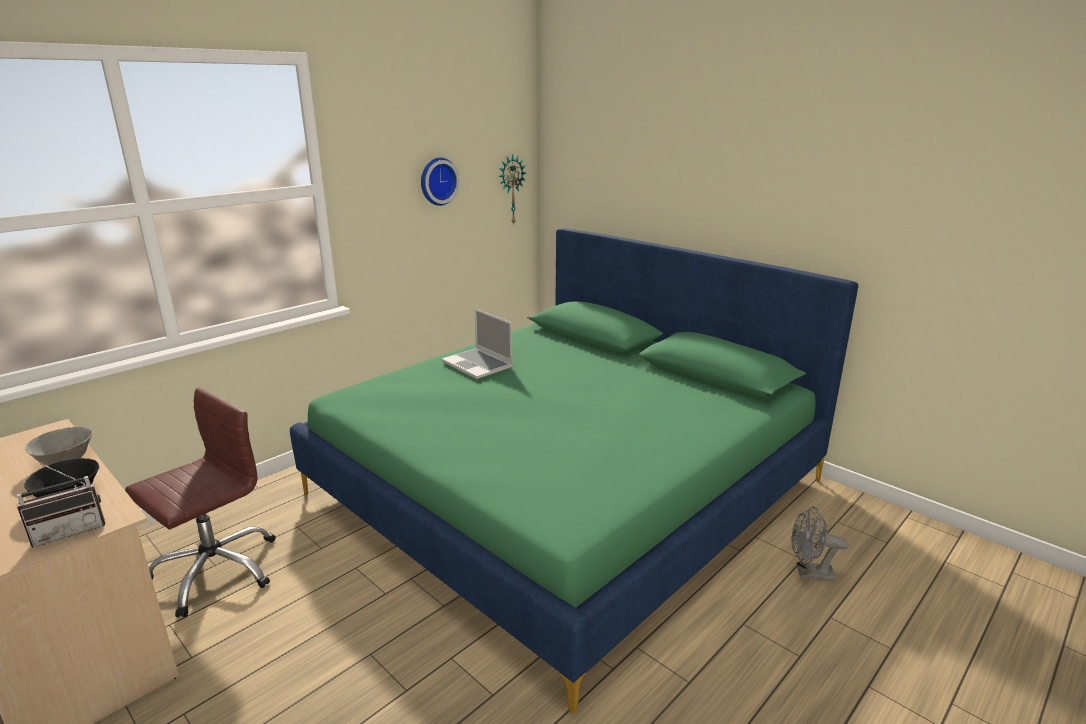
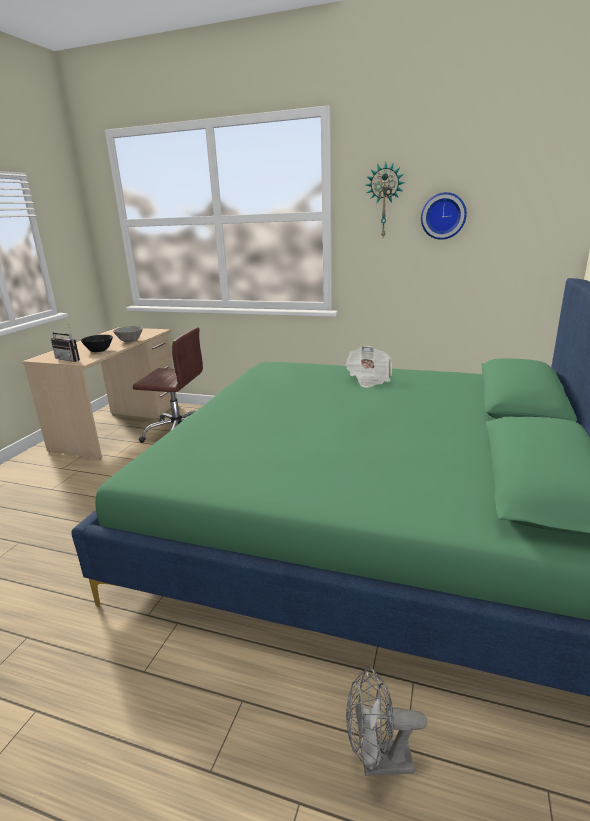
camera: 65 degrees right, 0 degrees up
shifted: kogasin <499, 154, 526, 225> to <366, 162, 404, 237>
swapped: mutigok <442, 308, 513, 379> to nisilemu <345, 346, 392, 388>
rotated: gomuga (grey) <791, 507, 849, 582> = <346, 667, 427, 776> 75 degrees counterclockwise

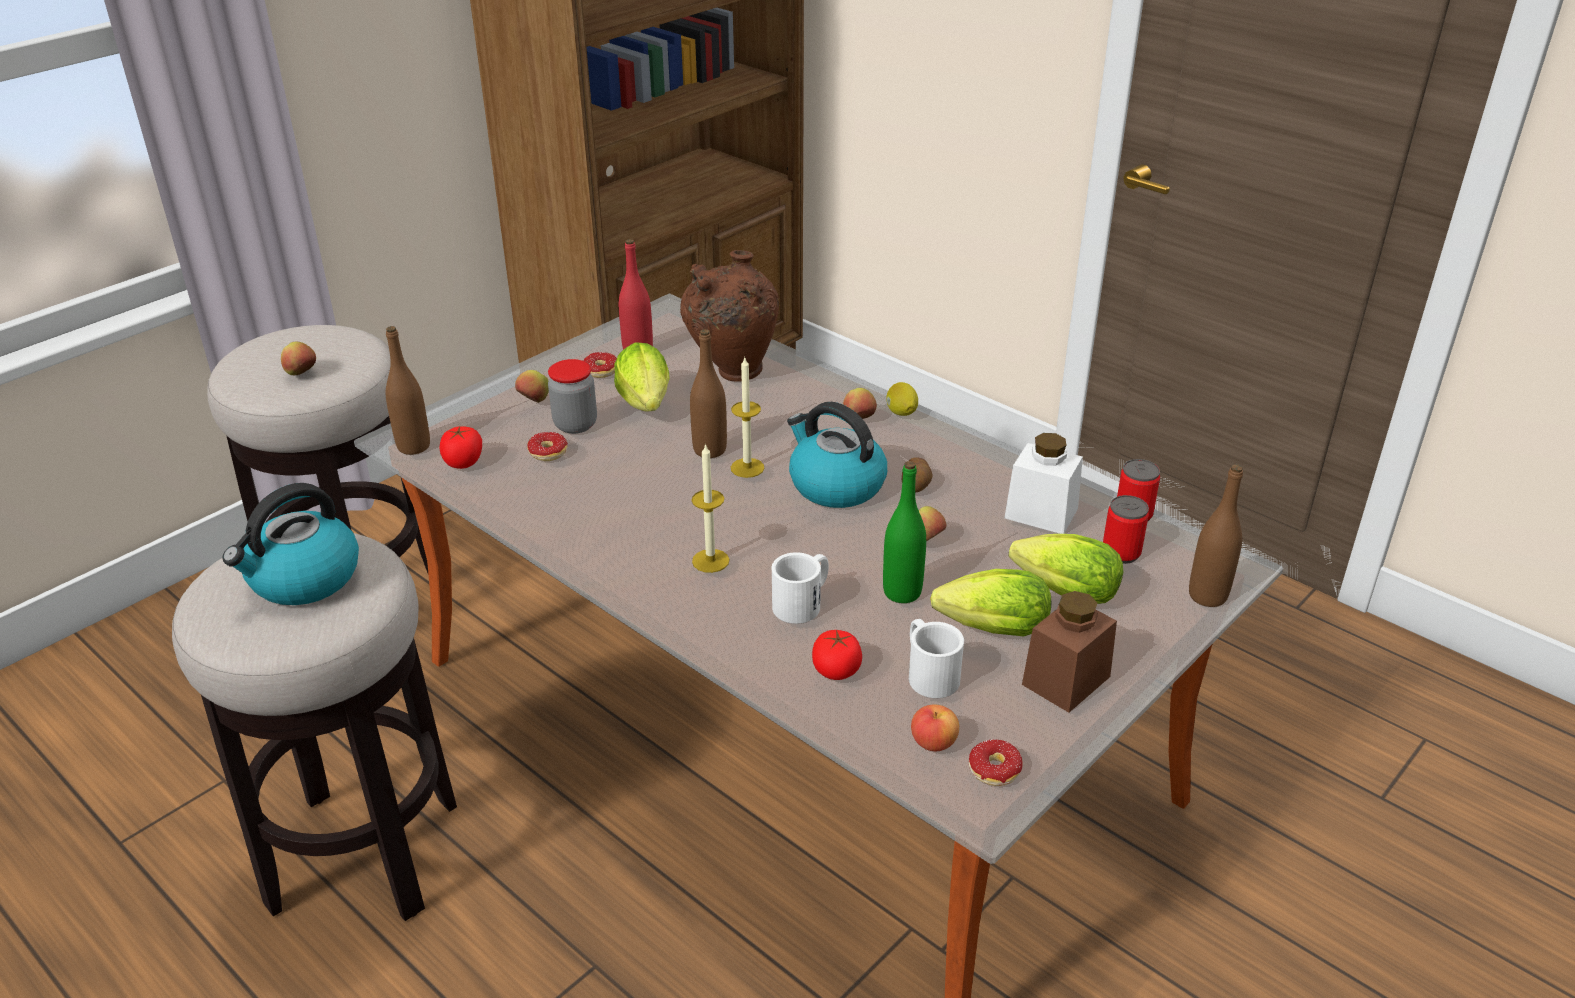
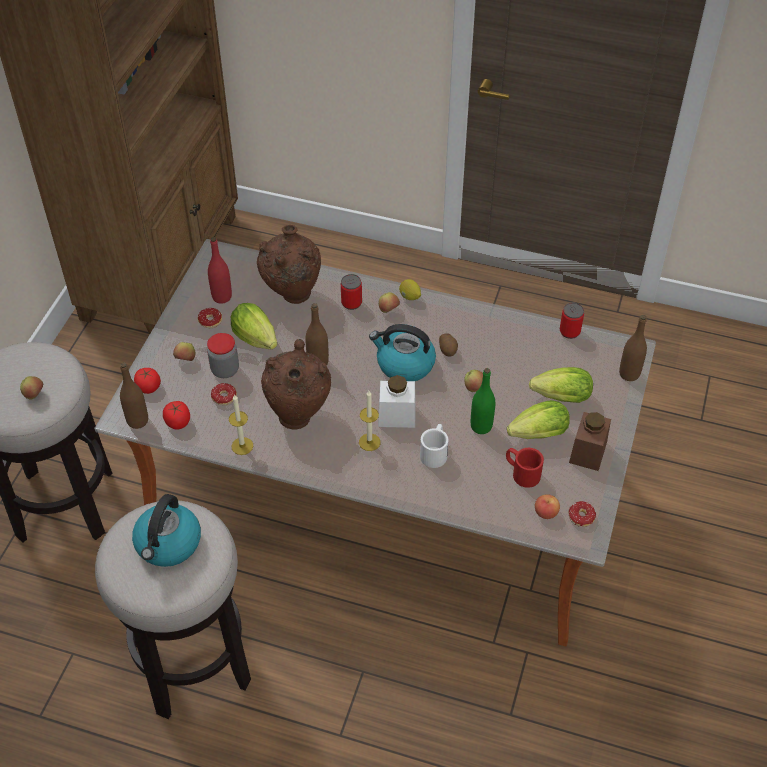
camera: 25 degrees left, 15 degrees up
new: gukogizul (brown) <261, 339, 331, 430>
shifted: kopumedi <812, 630, 862, 680> to <134, 368, 161, 394>; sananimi <731, 358, 764, 478> to <229, 394, 253, 455>; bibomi <1103, 495, 1149, 564> to <341, 274, 362, 310>; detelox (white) <1004, 433, 1083, 534> to <378, 375, 416, 428>
repainted: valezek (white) <909, 619, 964, 698> to valezek (red) <506, 448, 544, 488>

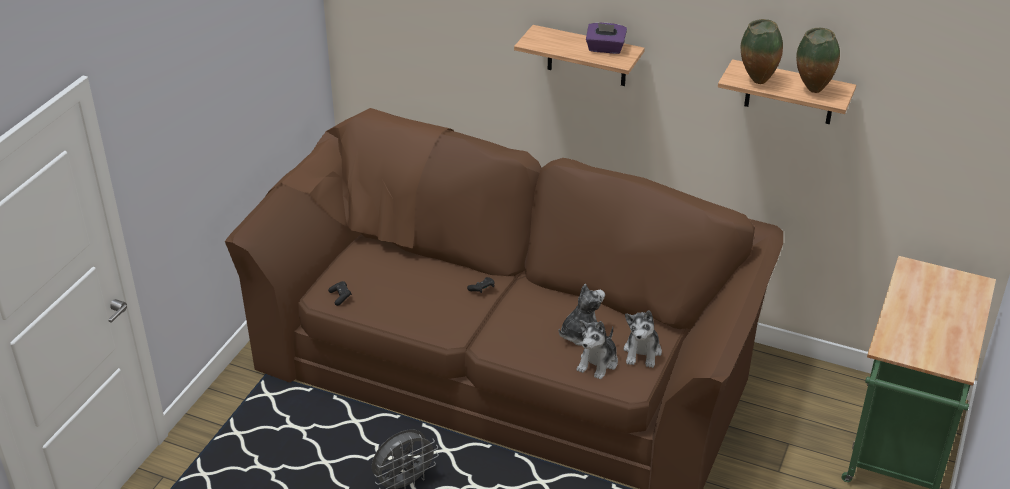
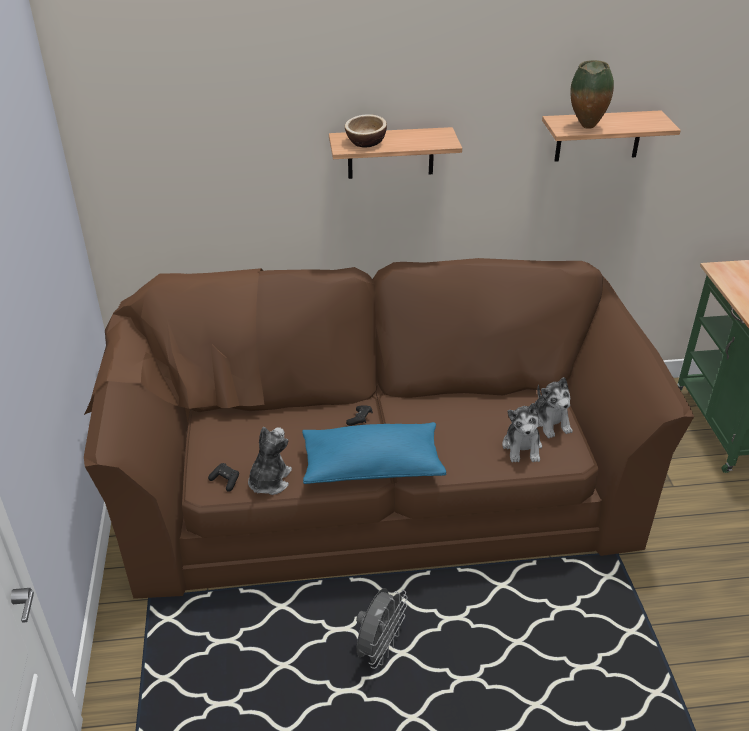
camera: 30 degrees left, 0 degrees up
gone: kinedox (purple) <586, 23, 627, 54>; gukogizul <796, 28, 840, 93>
new: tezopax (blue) <302, 422, 446, 484>; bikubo <345, 114, 387, 148>
shifted: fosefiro <559, 284, 605, 346> to <248, 427, 292, 495>

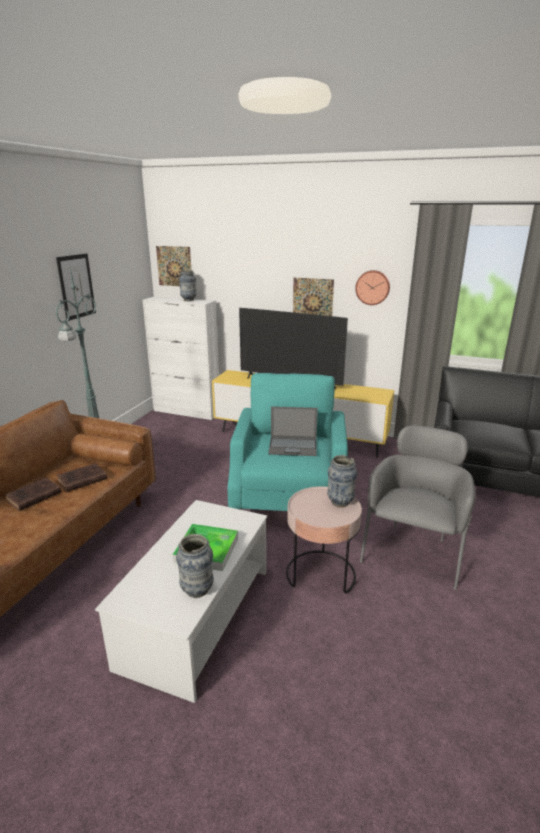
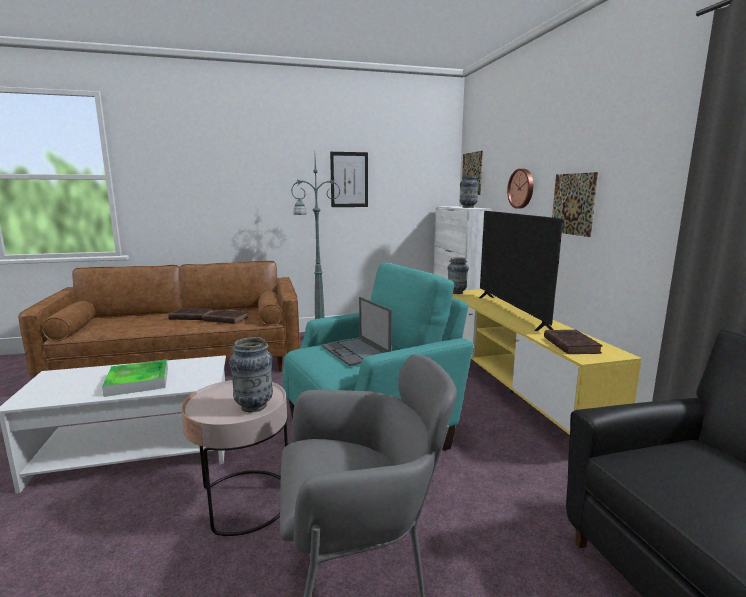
camera: 55 degrees right, 10 degrees down
new: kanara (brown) <544, 330, 603, 354>
shifted: gukogizul <176, 534, 214, 598> to <447, 257, 469, 294>; kogasin <355, 270, 390, 305> to <507, 169, 533, 209>

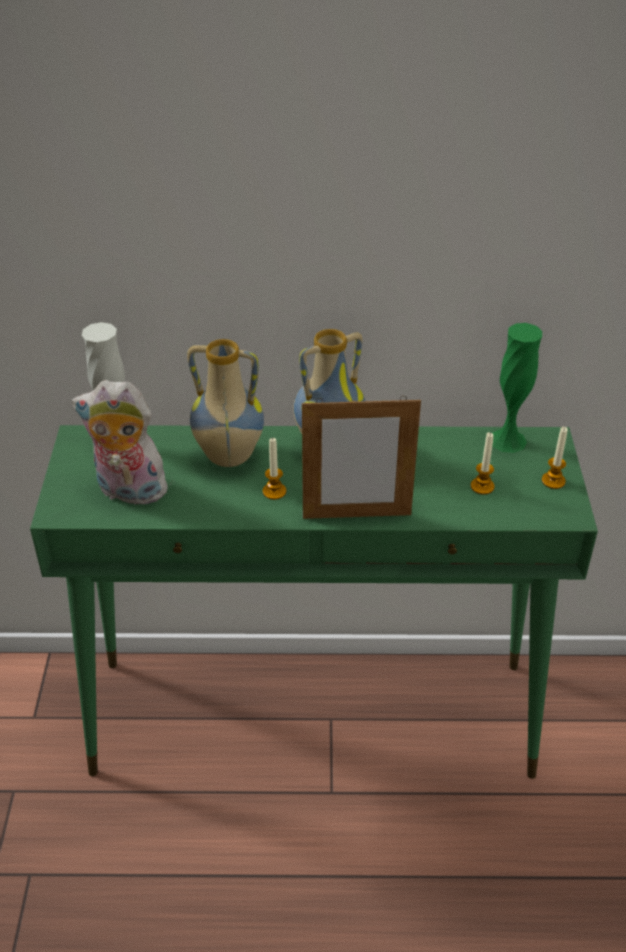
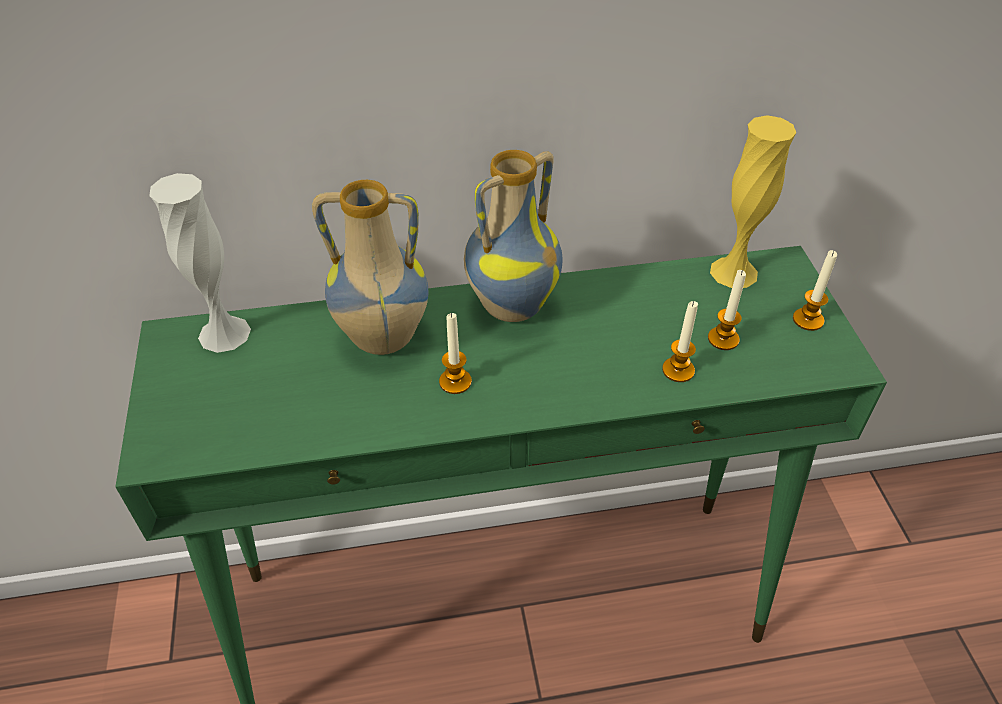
camera: 10 degrees left, 5 degrees up
gone: fosefiro <72, 380, 168, 505>; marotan <302, 396, 421, 519>
new: sananimi <662, 301, 698, 382>
repainted: gukogizul (green) <492, 323, 542, 453> to gukogizul (yellow) <710, 115, 796, 288>

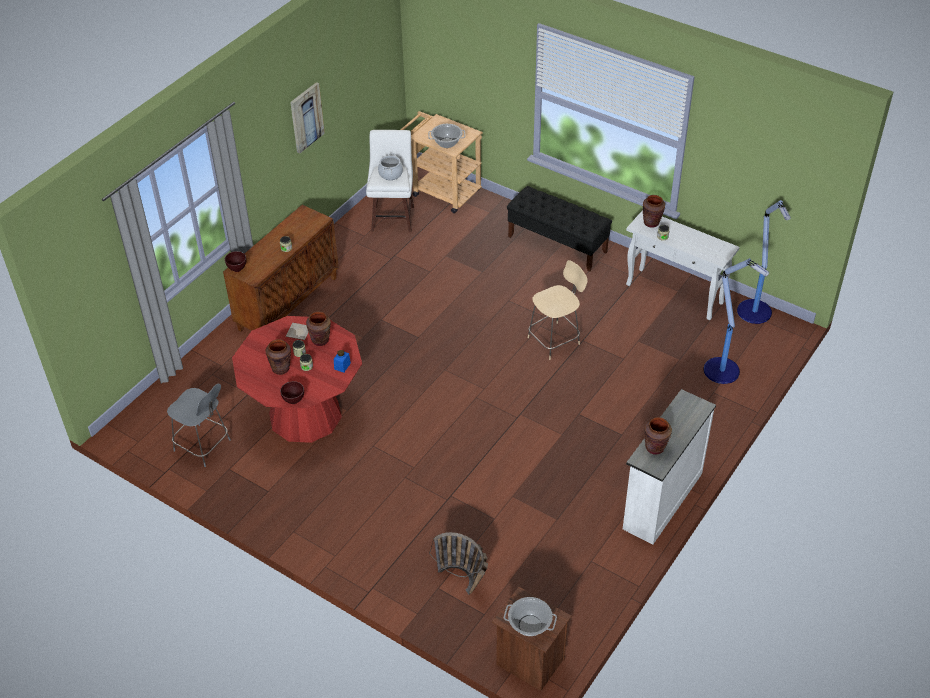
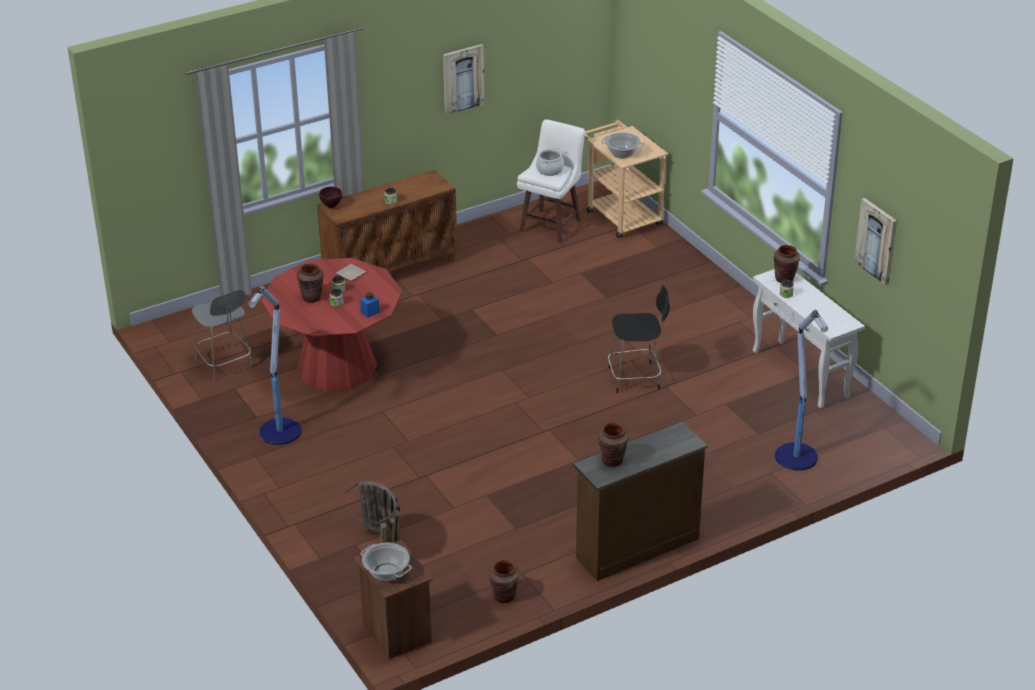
camera: 25 degrees right, 10 degrees down
gone: bikubo (brown) <280, 381, 304, 404>; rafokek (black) <507, 186, 612, 272>
new: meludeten <854, 198, 897, 285>
shifted: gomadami <737, 200, 791, 324> to <248, 286, 301, 445>; gukogizul (brown) <306, 311, 331, 346> to <489, 560, 519, 603>
repainted: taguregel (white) <623, 389, 716, 545> to taguregel (brown) <573, 422, 708, 581>; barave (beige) <528, 260, 588, 360> to barave (black) <608, 285, 670, 393>

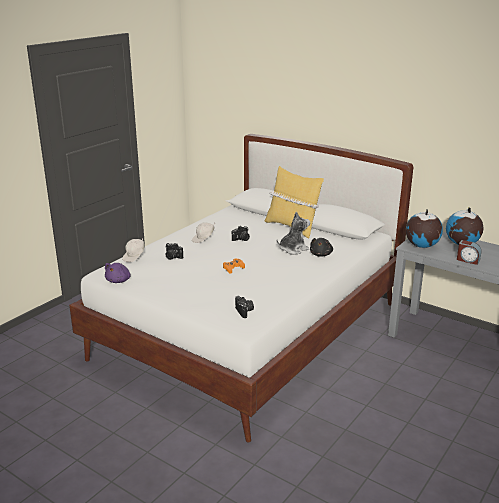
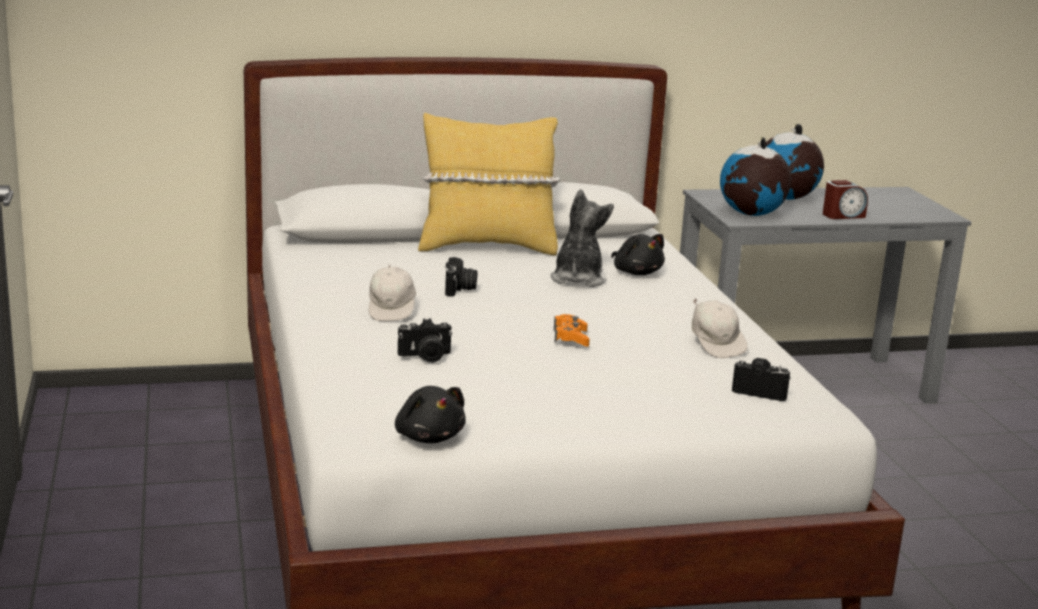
camera: 50 degrees left, 5 degrees down
shifted: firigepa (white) <122, 238, 145, 262> to <692, 298, 748, 358>
repainted: fosefiro (purple) <105, 263, 131, 283> to fosefiro (black) <395, 386, 466, 443>

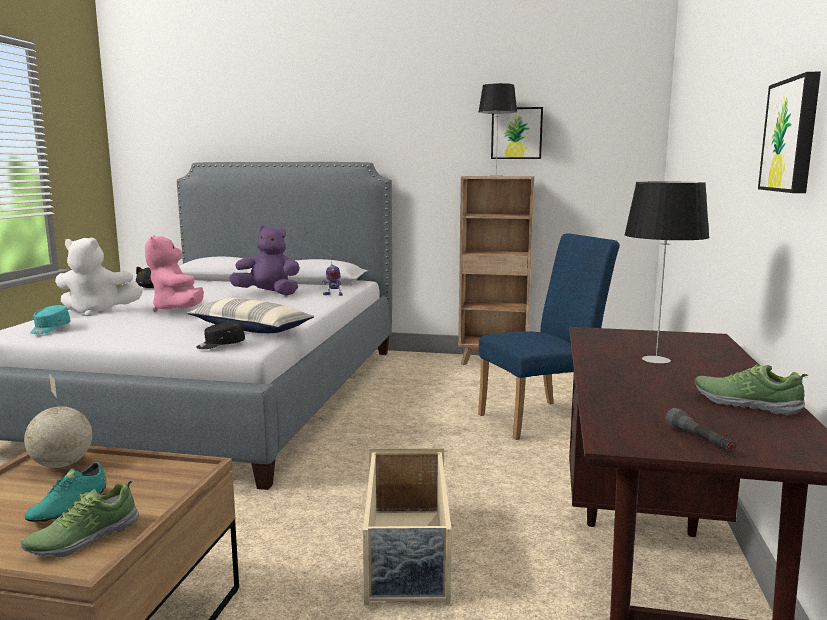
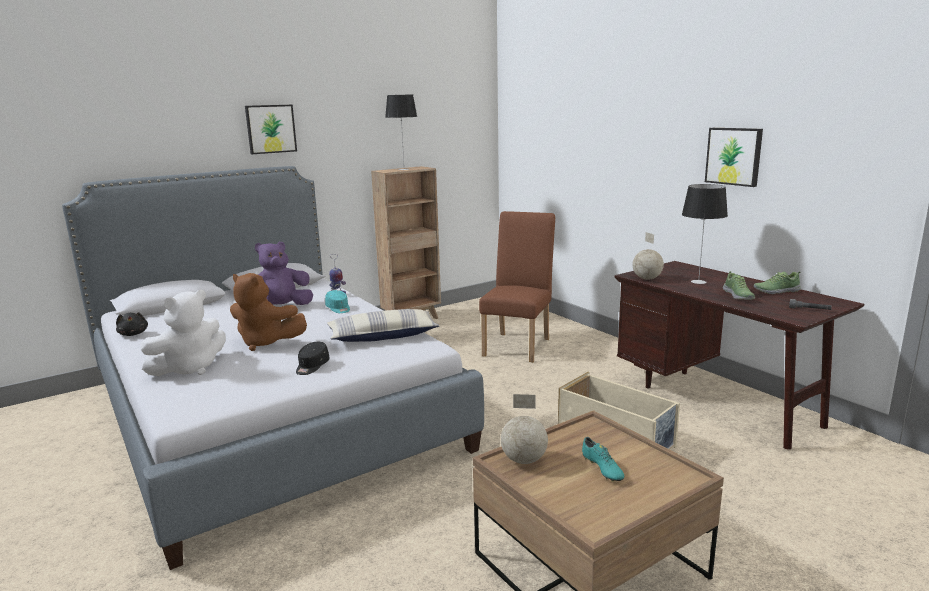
camera: 45 degrees left, 5 degrees up
new: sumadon <632, 232, 664, 280>
shifted: meludeten <491, 107, 543, 159> to <245, 105, 297, 154>; firigepa (black) <196, 321, 245, 349> to <296, 342, 330, 375>; firigepa (turquoise) <30, 305, 71, 334> to <325, 290, 350, 313>; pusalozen <21, 480, 139, 557> to <723, 271, 755, 300>
repainted: fosefiro (pink) <145, 235, 204, 312> to fosefiro (brown) <230, 273, 307, 351>; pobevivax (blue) <478, 234, 620, 440> to pobevivax (brown) <479, 211, 555, 362>

